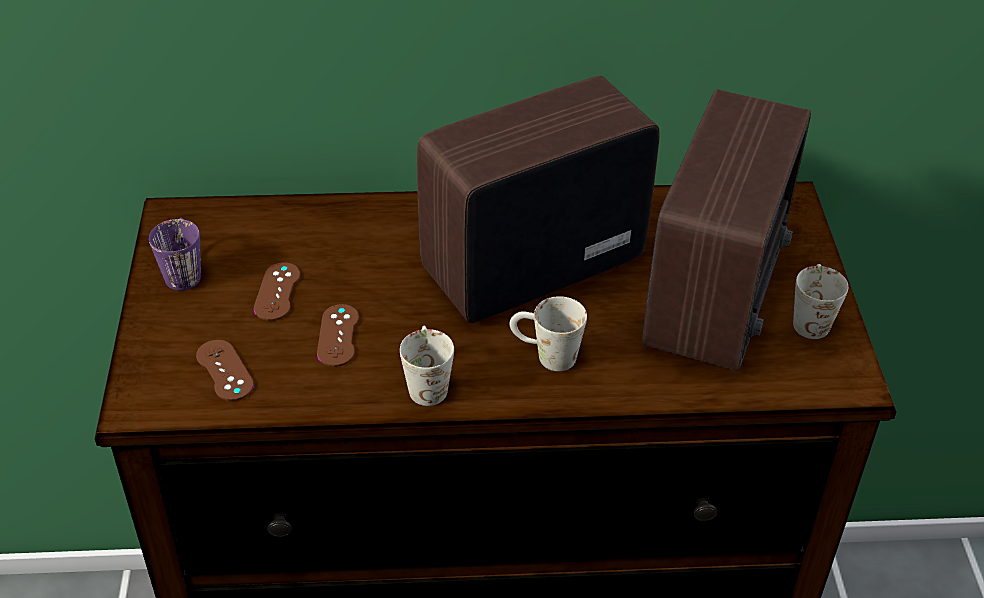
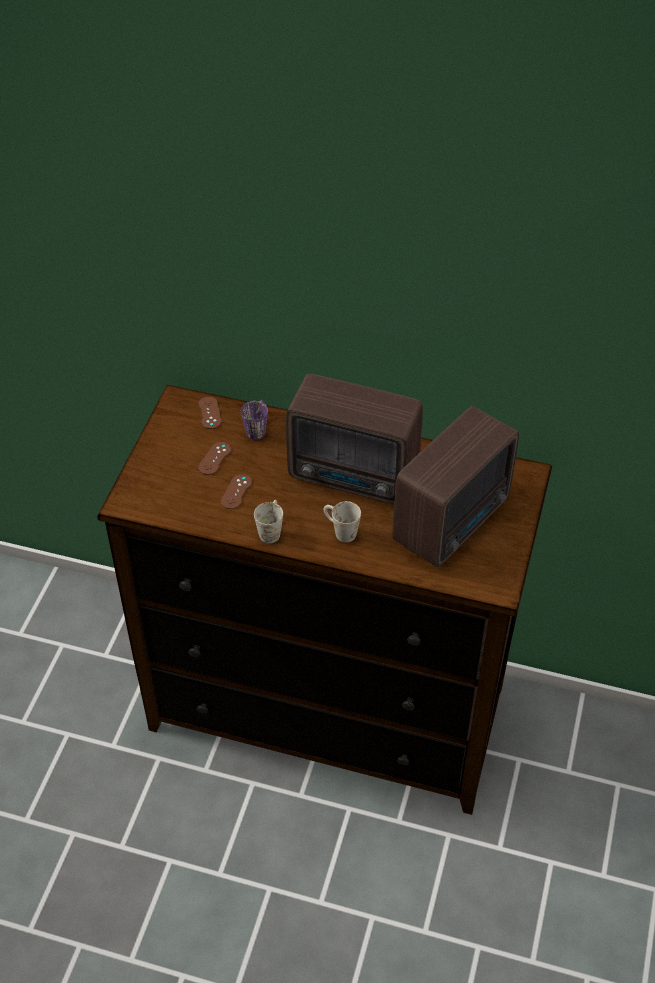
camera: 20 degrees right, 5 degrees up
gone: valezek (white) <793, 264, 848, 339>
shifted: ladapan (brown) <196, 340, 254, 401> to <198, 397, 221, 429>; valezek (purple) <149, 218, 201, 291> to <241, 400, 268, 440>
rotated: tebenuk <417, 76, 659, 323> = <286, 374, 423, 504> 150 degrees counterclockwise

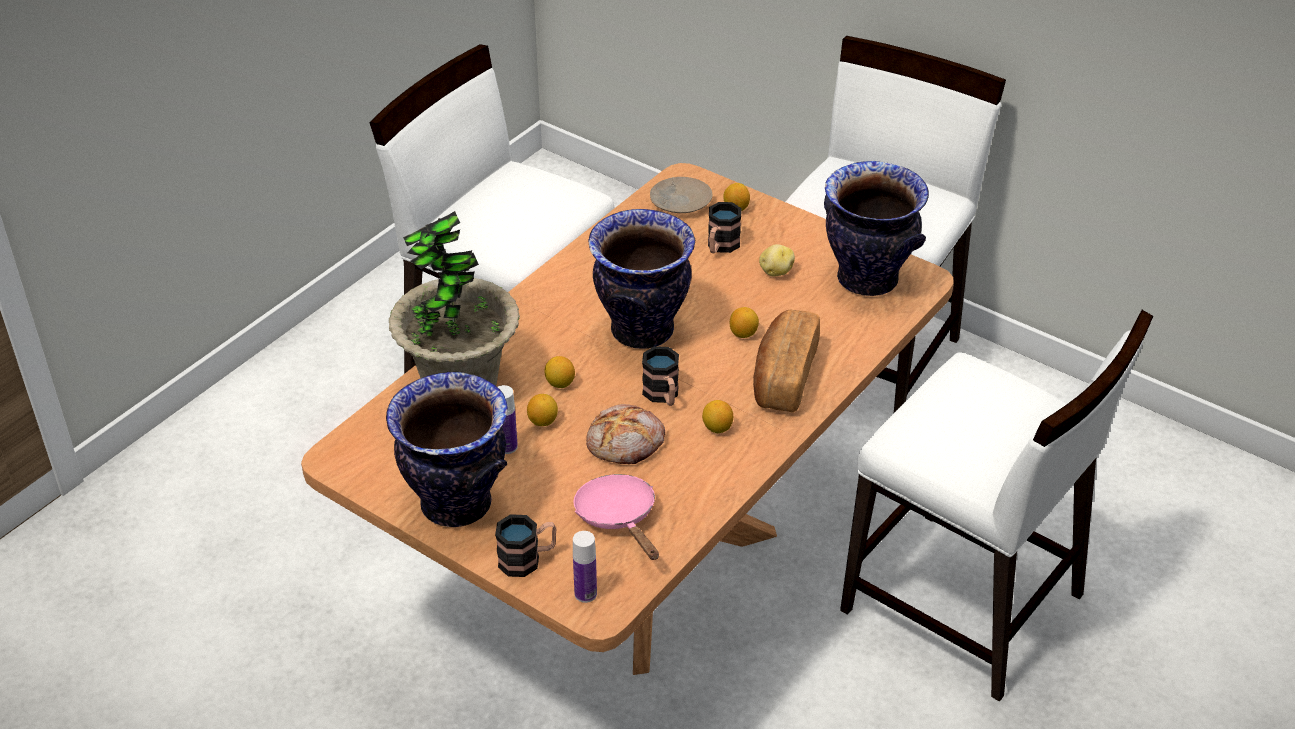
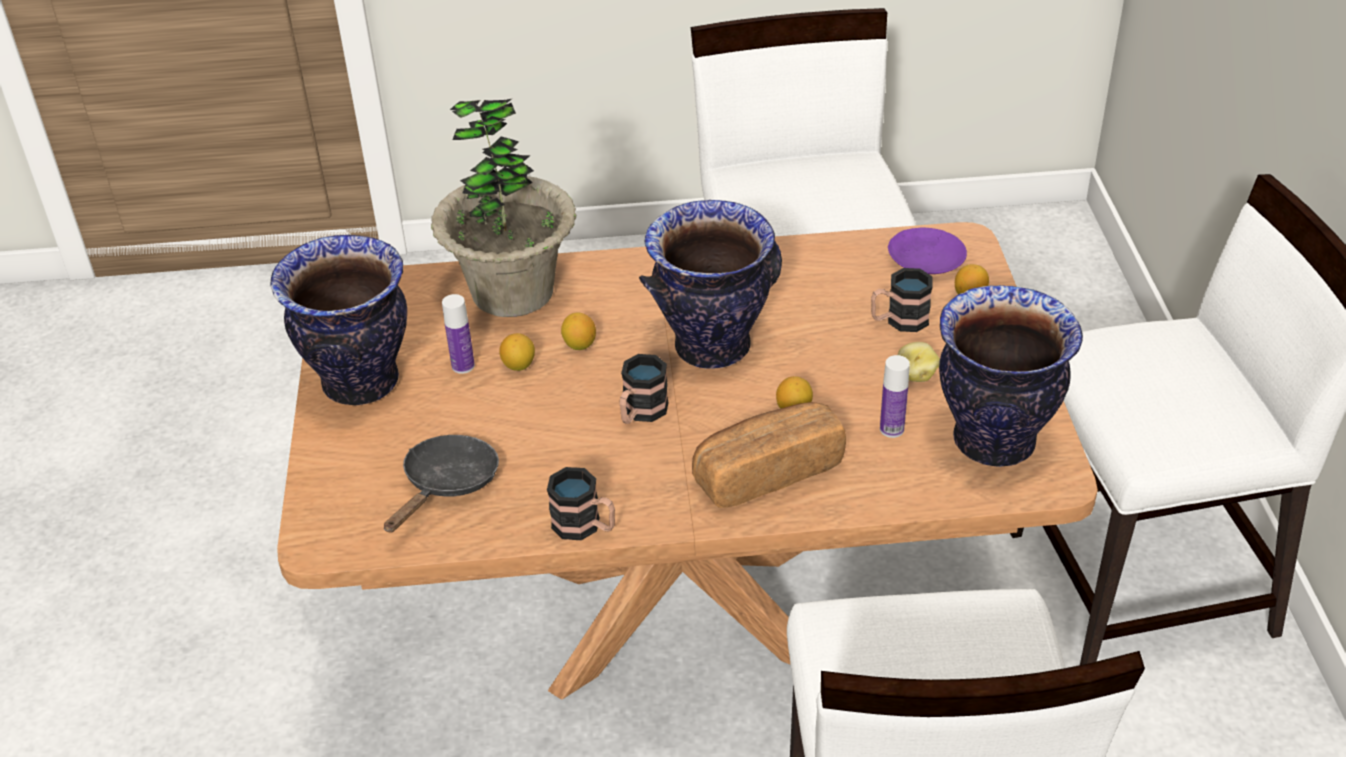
camera: 50 degrees right, 0 degrees up
gone: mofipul <586, 404, 665, 464>; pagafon <702, 400, 733, 433>
shifted: valezek <495, 514, 556, 577> to <547, 467, 615, 540>; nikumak <573, 531, 597, 603> to <880, 355, 910, 438>
repainted: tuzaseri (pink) <573, 474, 659, 560> to tuzaseri (black) <384, 435, 499, 533>; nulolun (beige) <650, 177, 712, 213> to nulolun (purple) <888, 228, 967, 274>

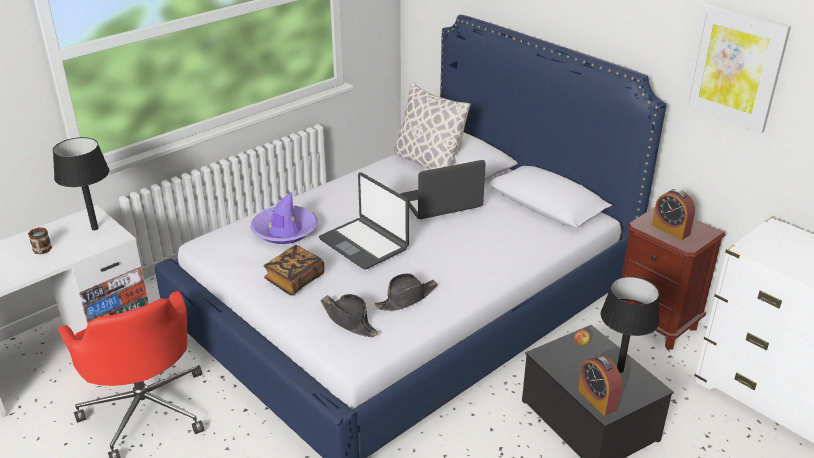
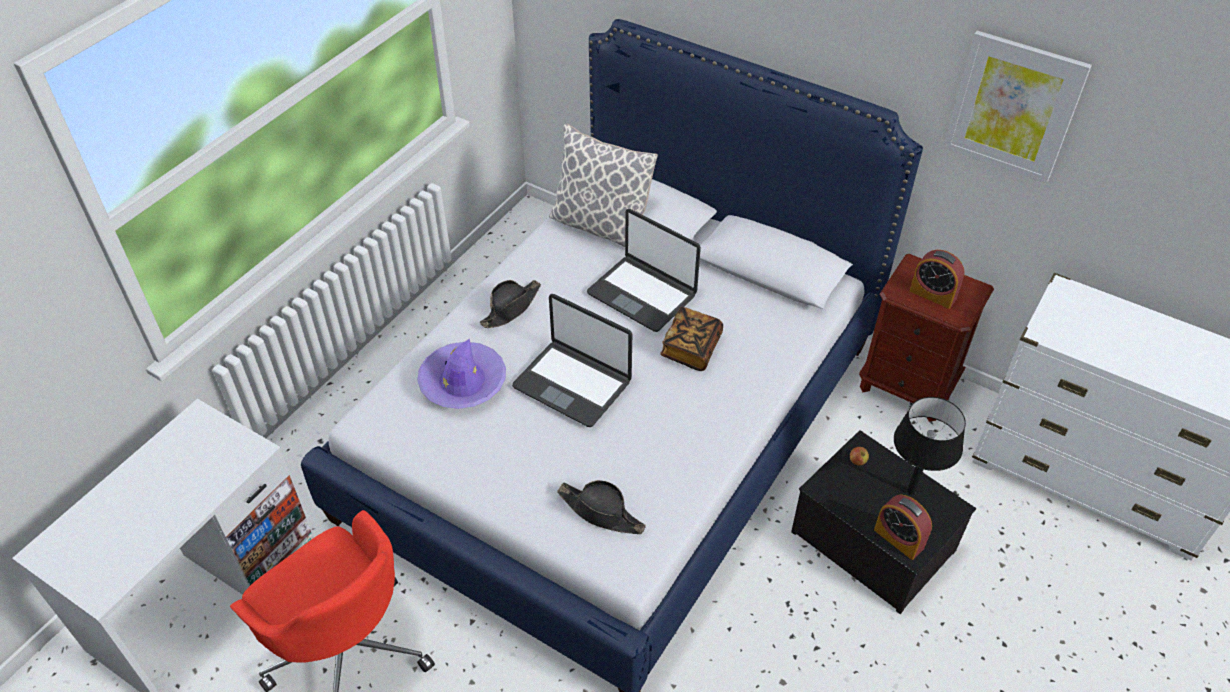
camera: 15 degrees left, 15 degrees up
gone: valezek <28, 228, 52, 255>; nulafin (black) <53, 137, 109, 230>
shifted: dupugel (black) <374, 273, 438, 311> to <480, 280, 541, 328>; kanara <264, 245, 324, 296> to <660, 307, 723, 371>
rotated: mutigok <400, 160, 486, 219> = <587, 209, 701, 332> 105 degrees counterclockwise

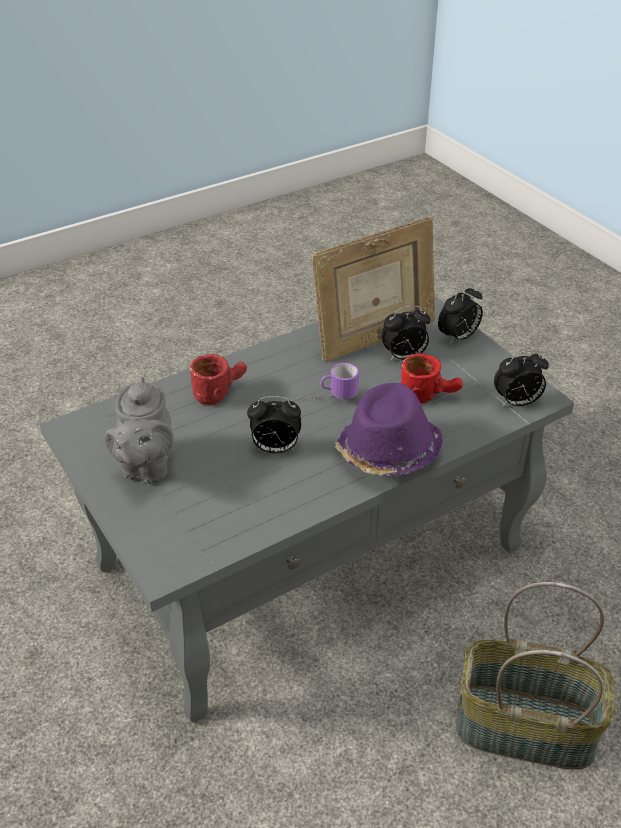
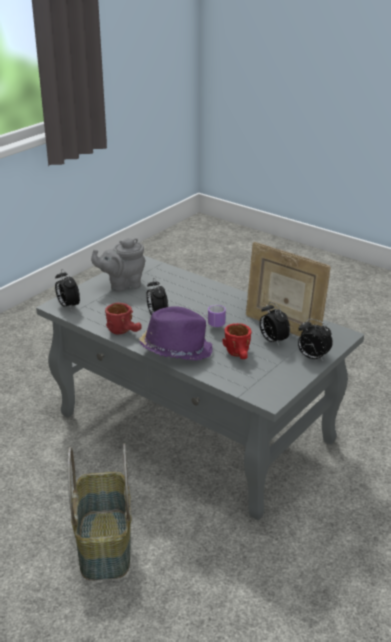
camera: 70 degrees right, 10 degrees down
shifted: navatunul <494, 350, 549, 407> to <55, 269, 80, 311>; valezek (red) <190, 354, 247, 405> to <105, 303, 142, 335>

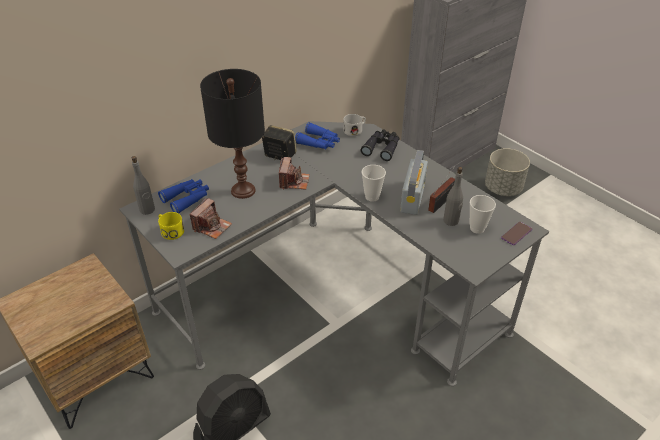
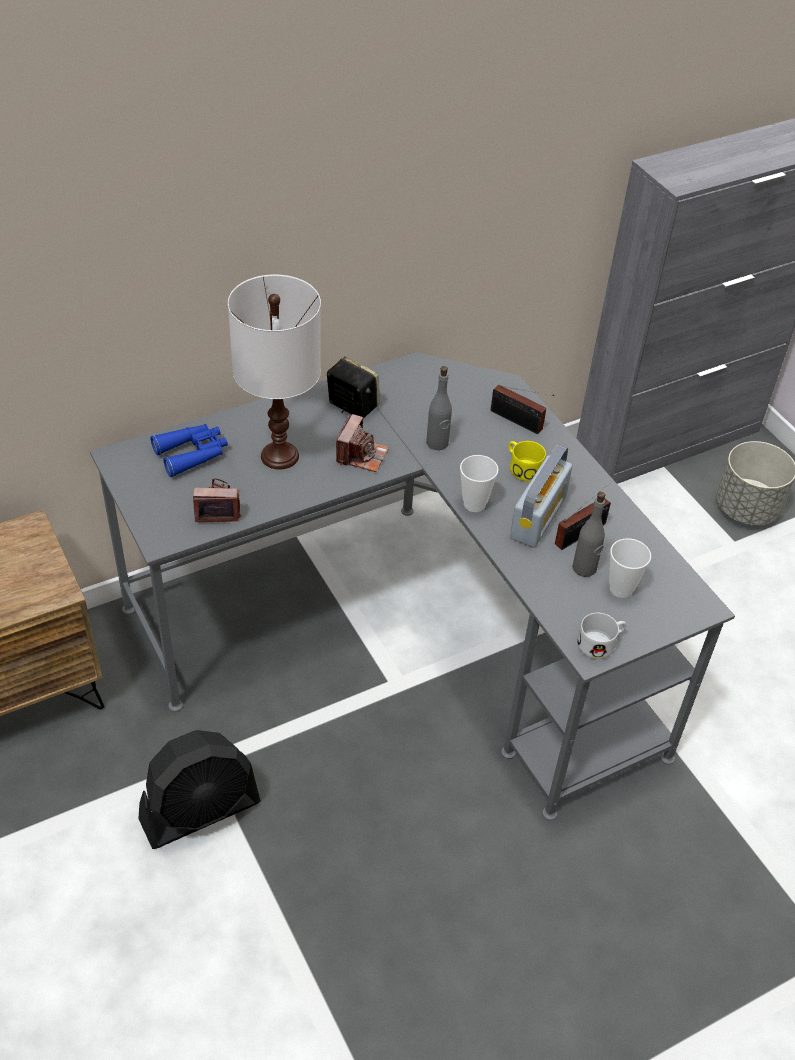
camera: 10 degrees right, 5 degrees up
gone: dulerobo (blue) <295, 122, 340, 149>; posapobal <501, 222, 532, 245>
shifted: nikumak (grey) <132, 156, 155, 215> to <426, 366, 452, 450>; valezek (yellow) <158, 212, 184, 240> to <509, 441, 546, 481>; valezek (white) <343, 114, 366, 136> to <577, 613, 626, 659>
swapped: dulerobo (black) <361, 129, 399, 161> to tebenuk <491, 385, 554, 434>
repainted: nulafin (black) <200, 69, 265, 199> to nulafin (white) <228, 275, 321, 470>
rotated: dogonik <190, 198, 232, 239> = <193, 478, 241, 522> 135 degrees counterclockwise

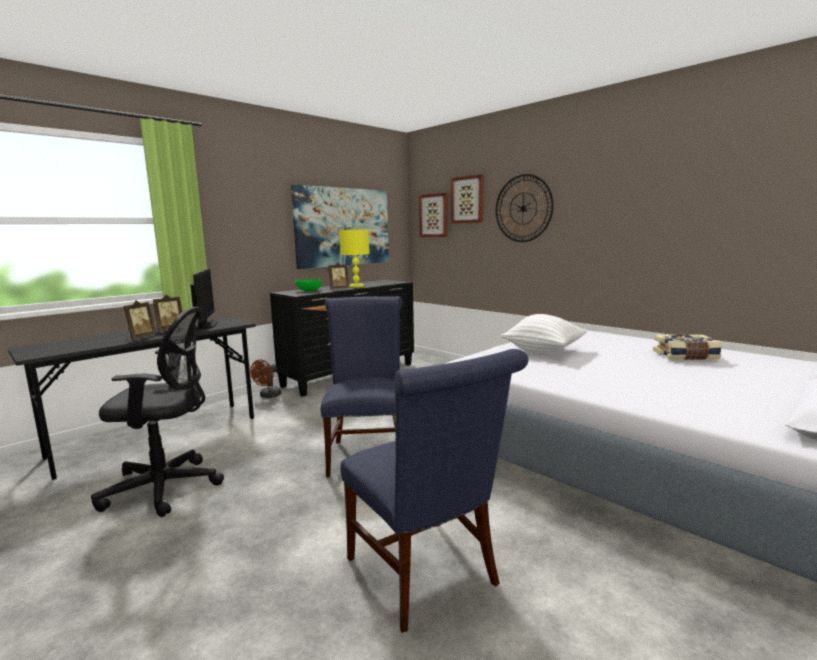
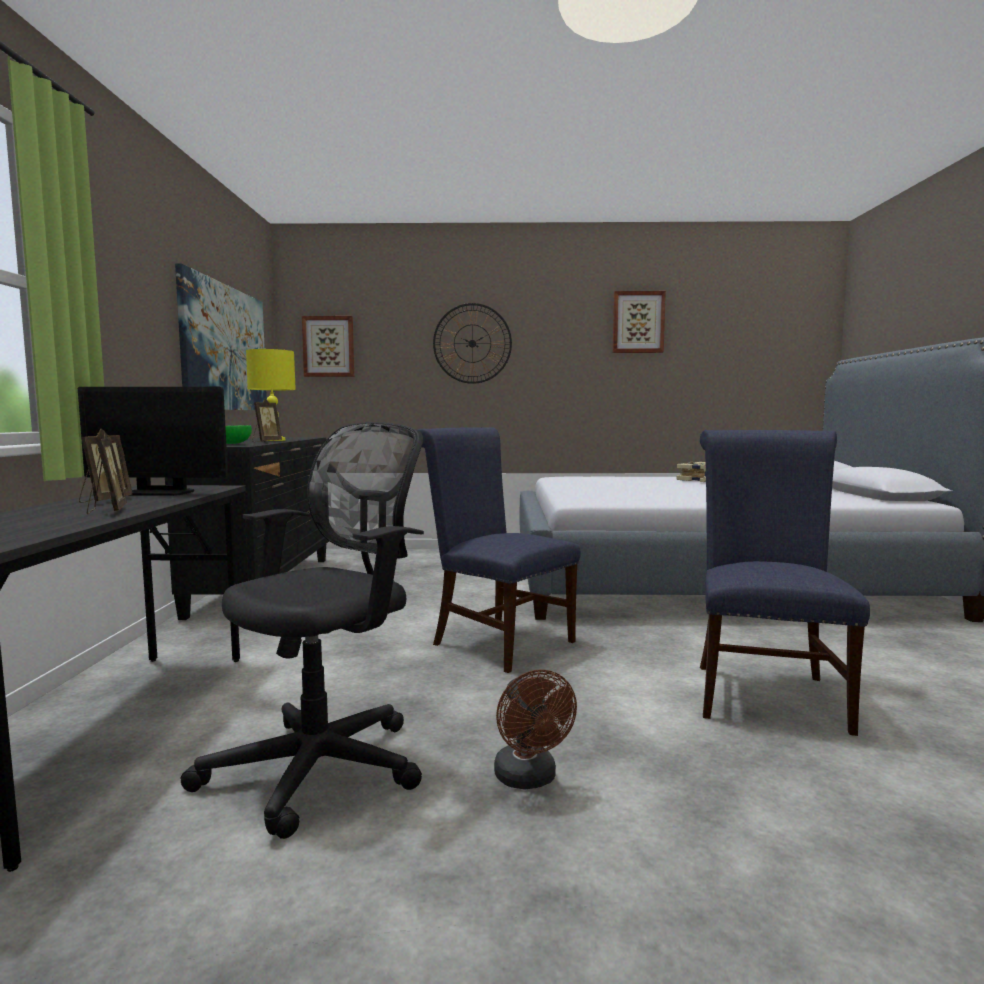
camera: 45 degrees left, 5 degrees down
gone: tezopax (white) <501, 314, 587, 353>
shifted: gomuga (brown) <250, 360, 281, 398> to <494, 669, 577, 789>; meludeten <451, 174, 484, 223> to <613, 291, 666, 353>
rotated: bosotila <190, 269, 218, 329> = <78, 387, 228, 496> 150 degrees clockwise; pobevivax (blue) <340, 349, 528, 633> = <700, 430, 870, 736> 90 degrees counterclockwise

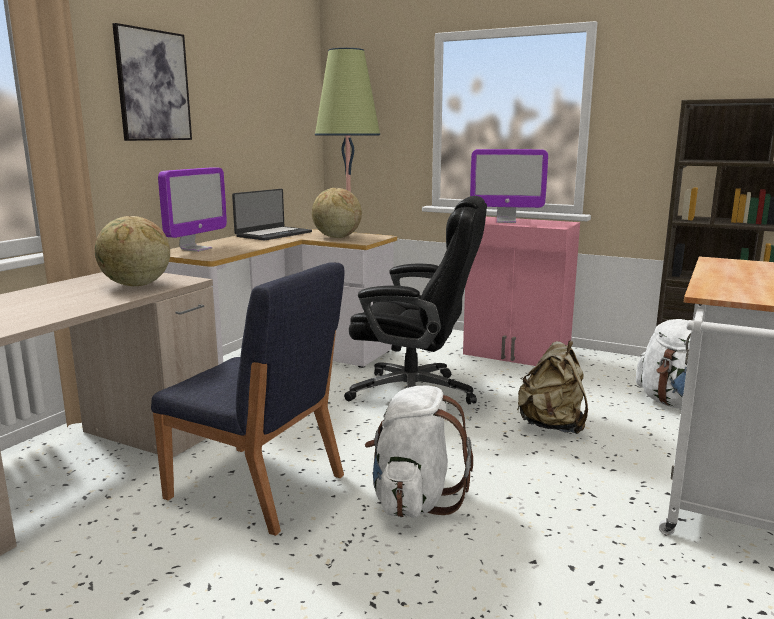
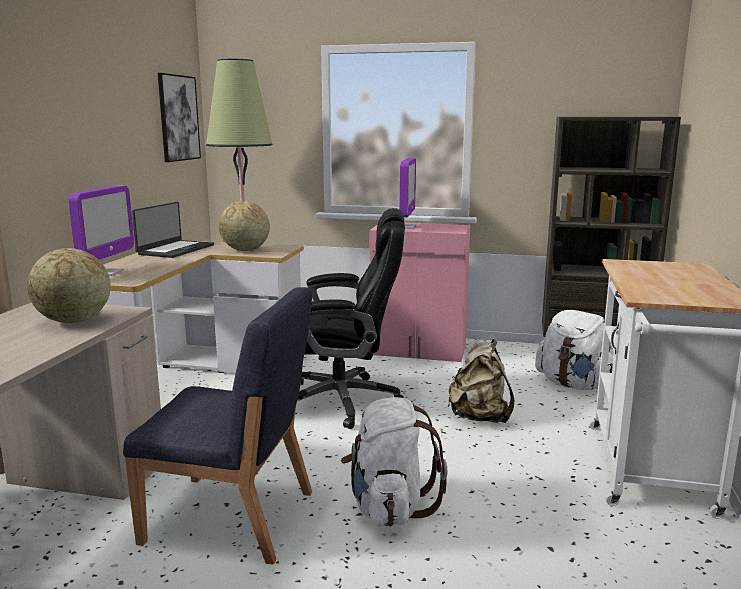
camera: 15 degrees left, 0 degrees up
shifted: meludeten <112, 23, 192, 141> to <158, 73, 201, 162>
rotated: bosotila <470, 149, 548, 223> = <399, 158, 416, 229> 75 degrees counterclockwise

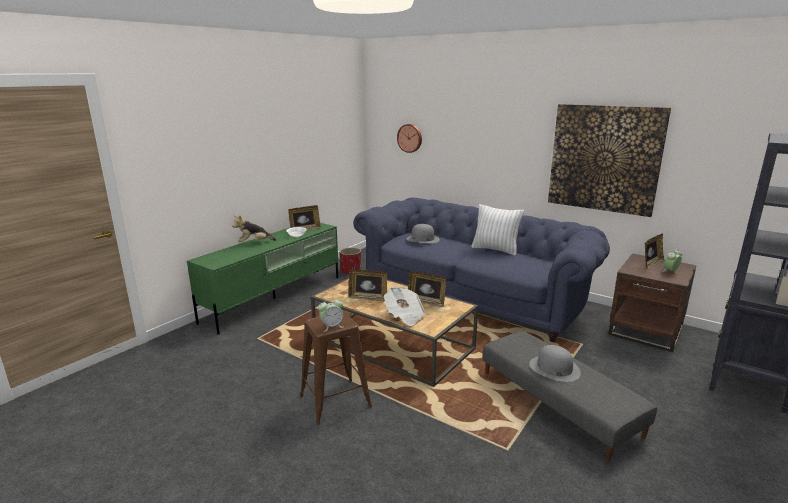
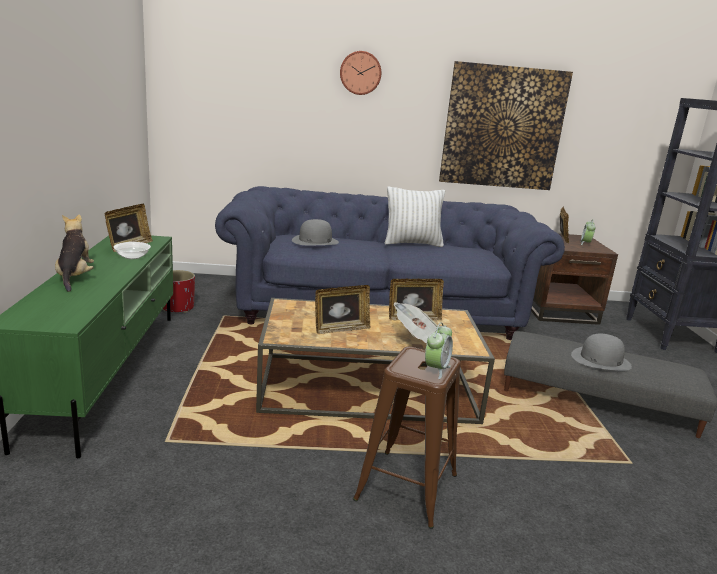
camera: 40 degrees left, 0 degrees up
shifted: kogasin <397, 124, 422, 153> to <340, 51, 381, 95>
rotated: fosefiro <232, 215, 276, 242> = <55, 214, 94, 292> 135 degrees clockwise

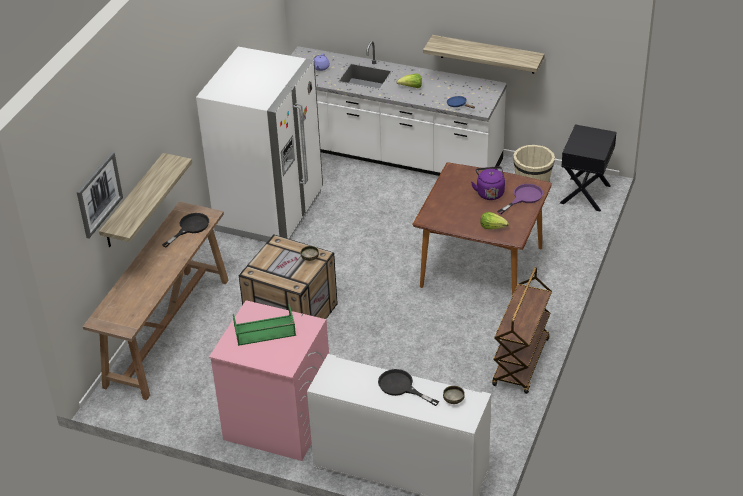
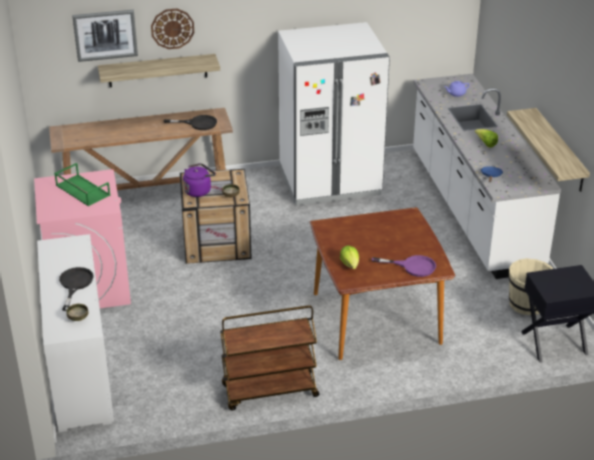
camera: 55 degrees right, 5 degrees down
new: kogasin <151, 9, 194, 49>
shifted: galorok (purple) <471, 166, 505, 200> to <183, 163, 216, 197>

